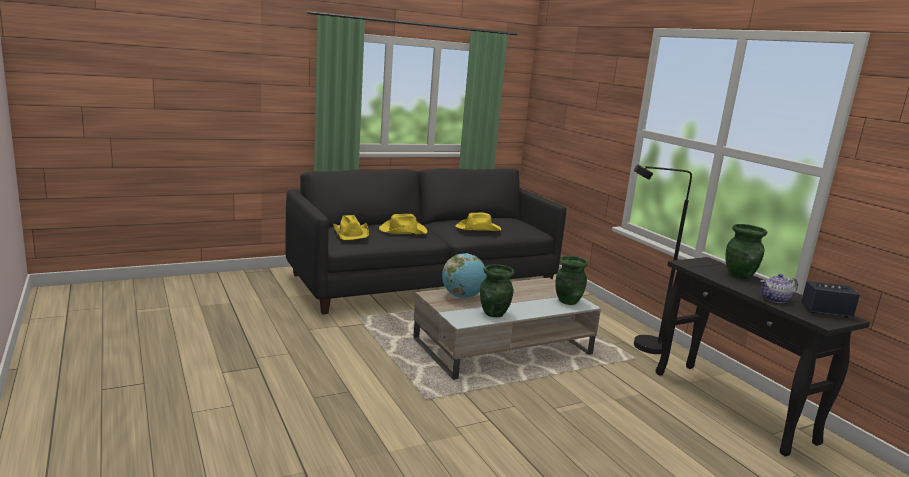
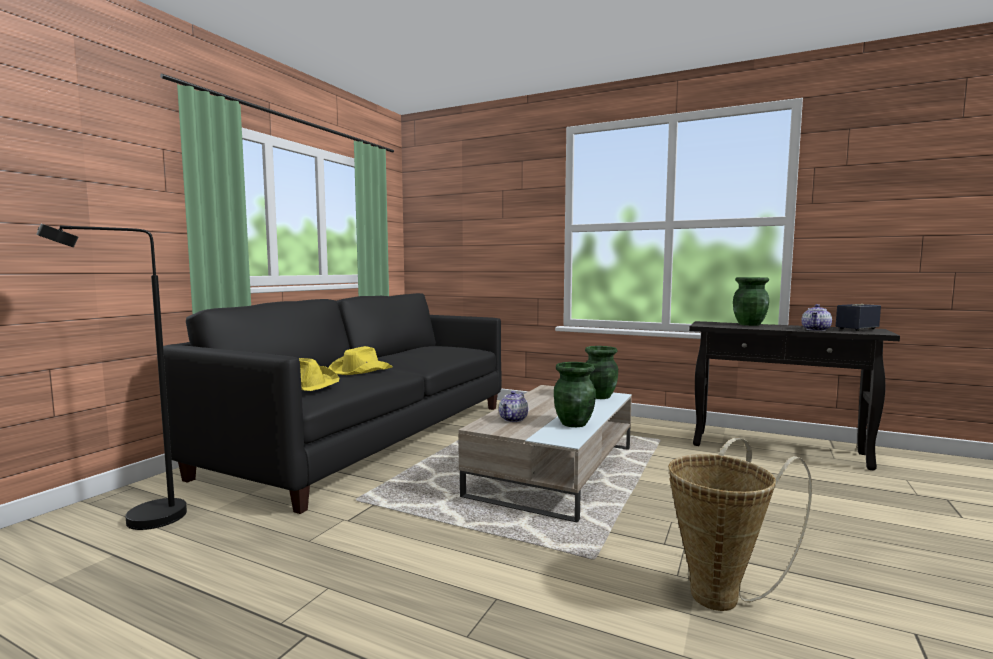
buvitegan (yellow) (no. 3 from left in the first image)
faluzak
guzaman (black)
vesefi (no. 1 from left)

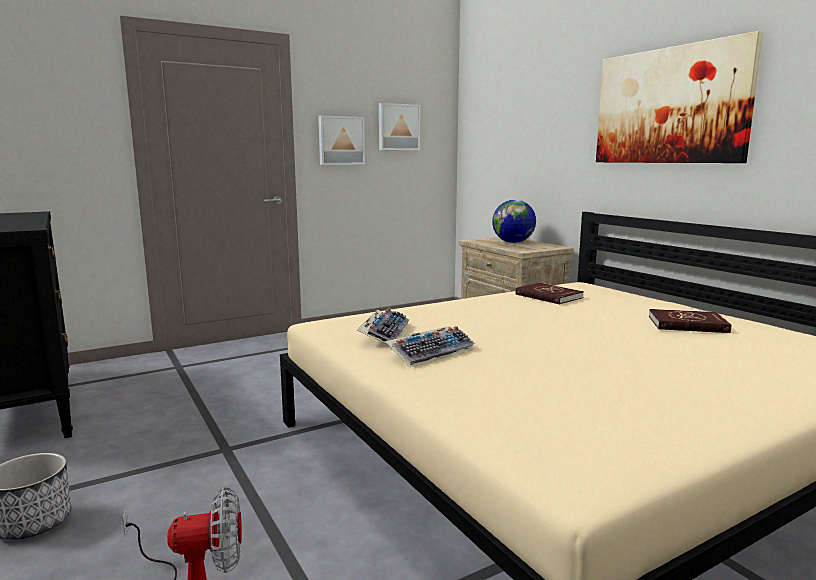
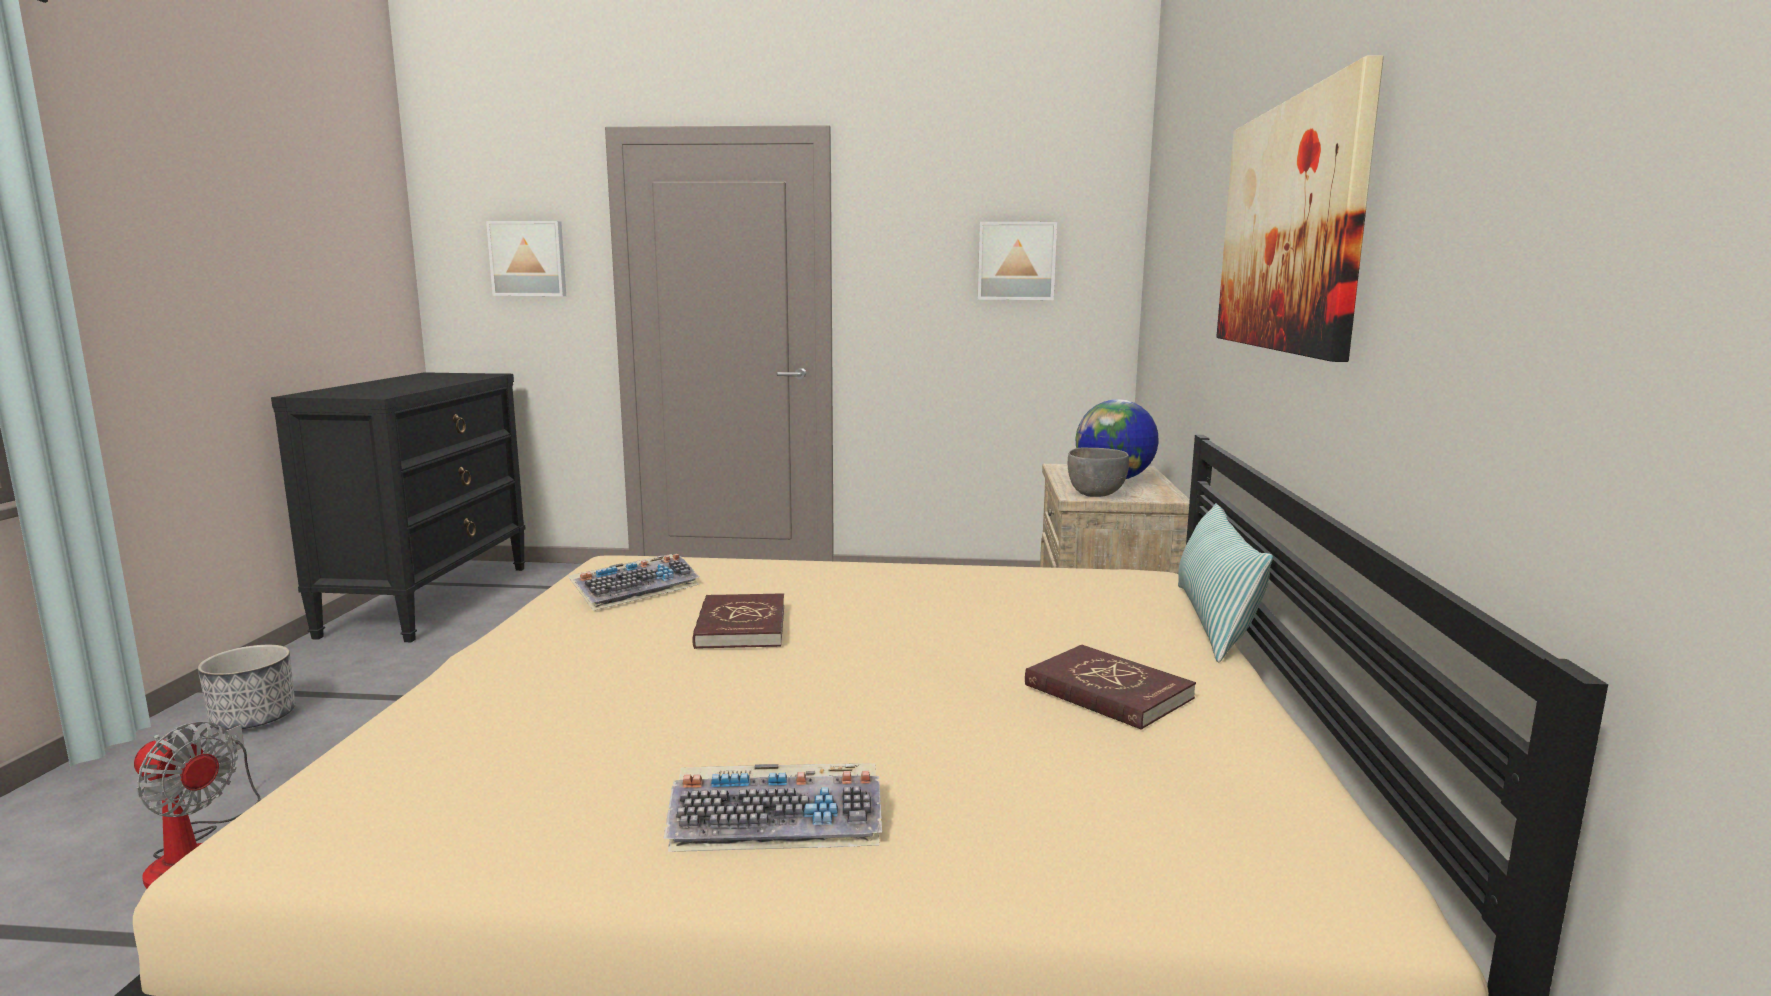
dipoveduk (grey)
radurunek
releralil (no. 1 from left)
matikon (no. 2 from left)
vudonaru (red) (no. 1 from left)

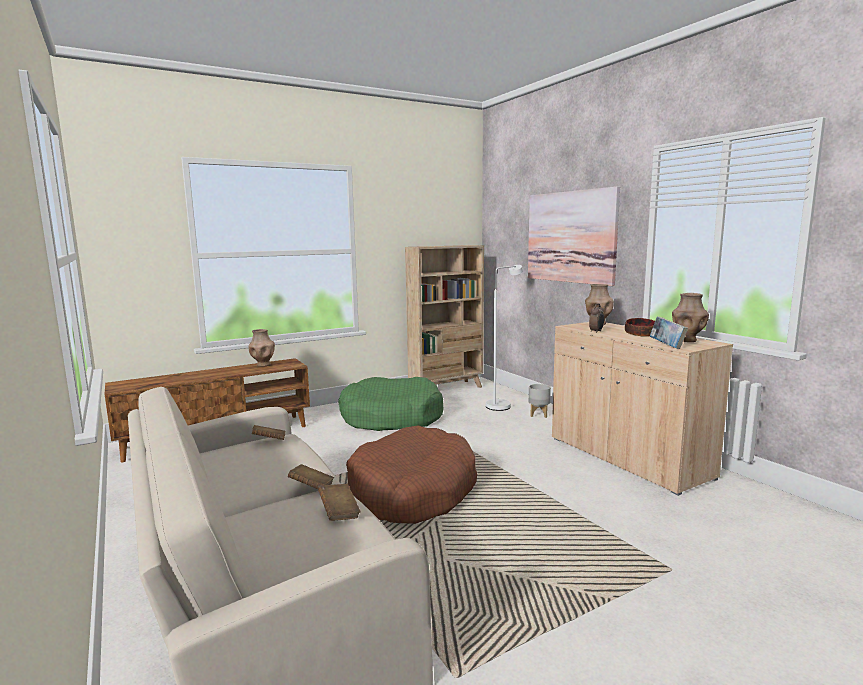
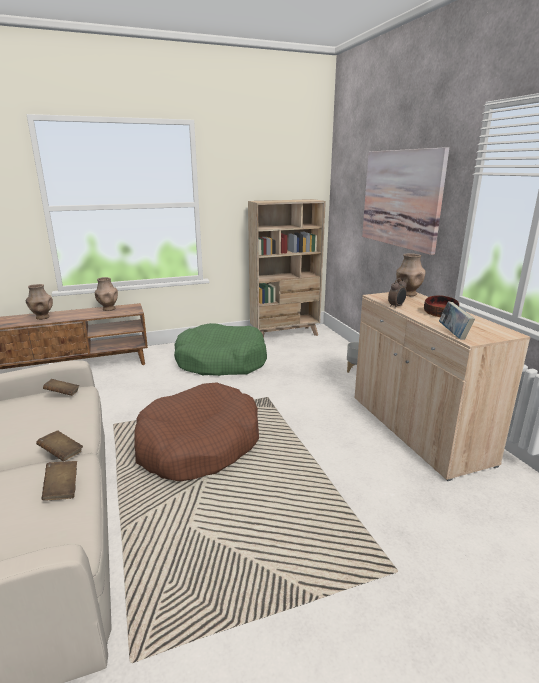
guzaman (white)
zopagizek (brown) (no. 1 from left)

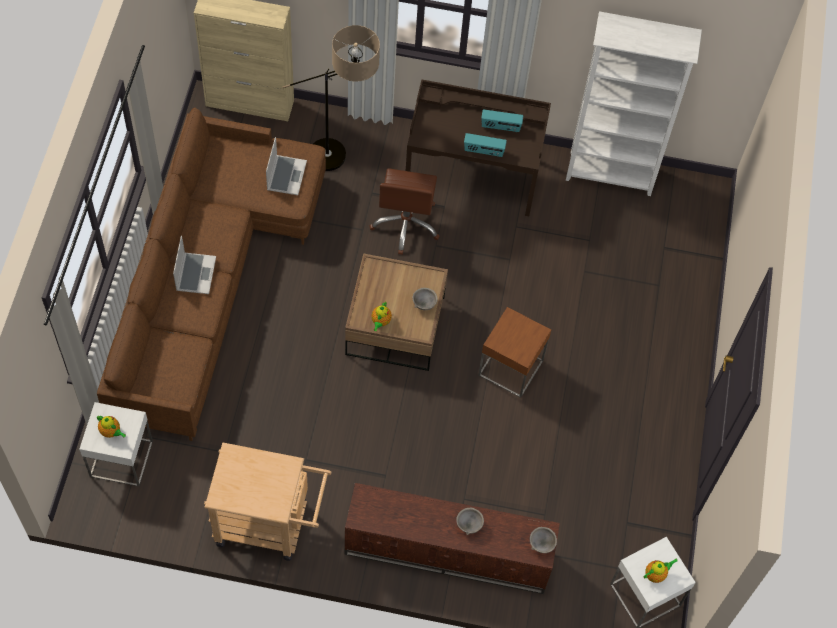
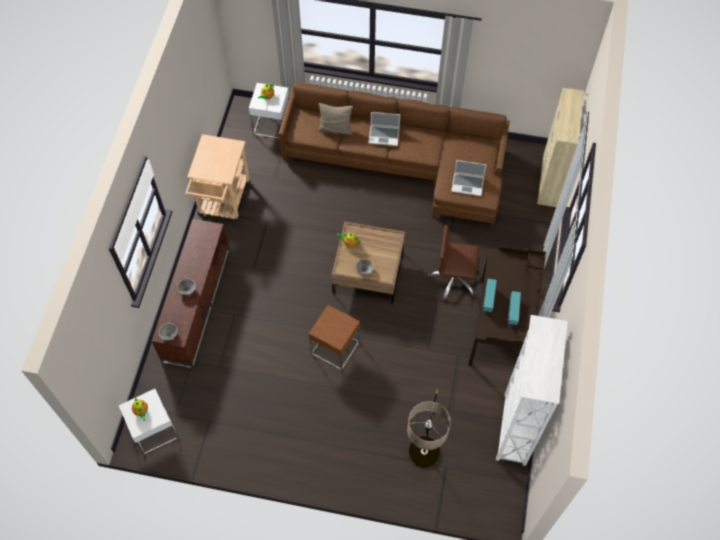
radurunek (beige)
guzaman

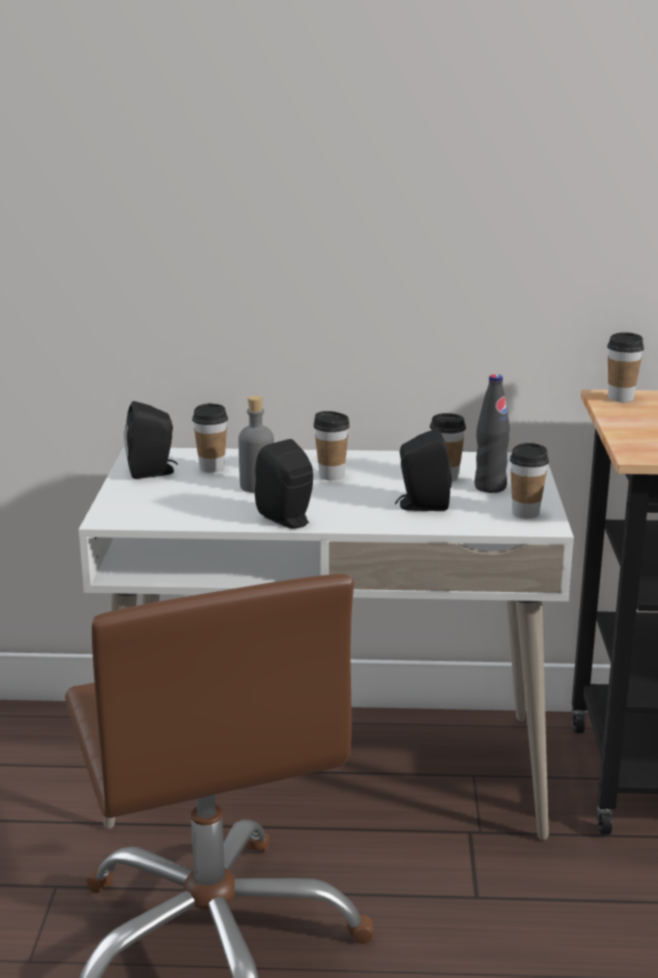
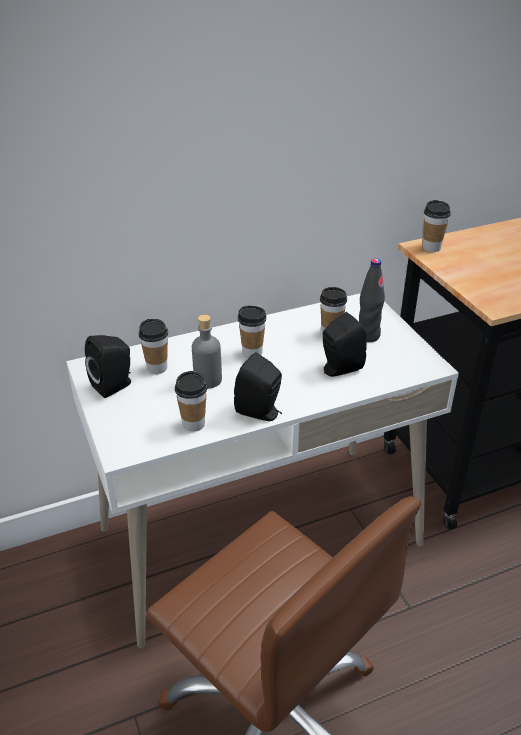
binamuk (no. 2 from left)

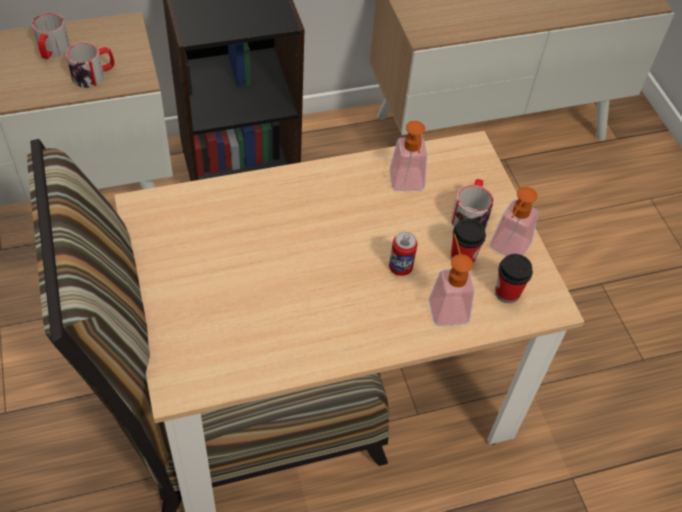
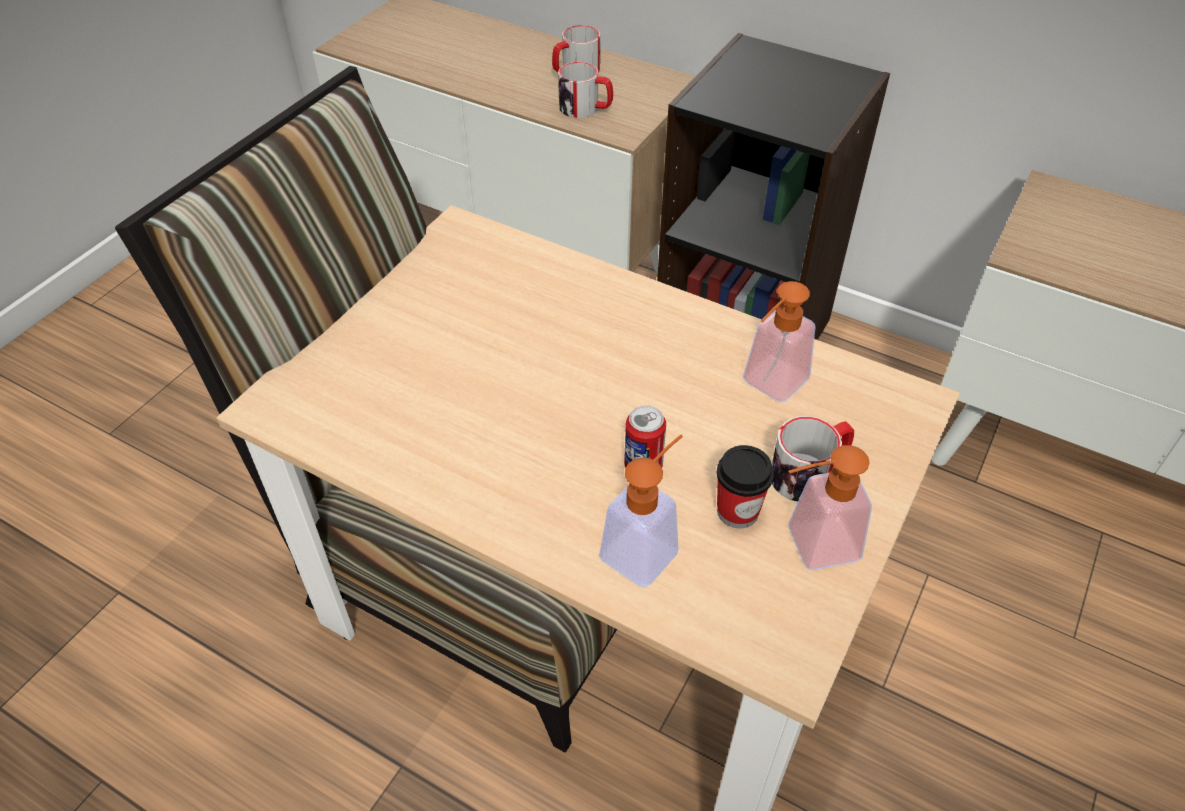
binamuk (no. 2 from left in the first image)

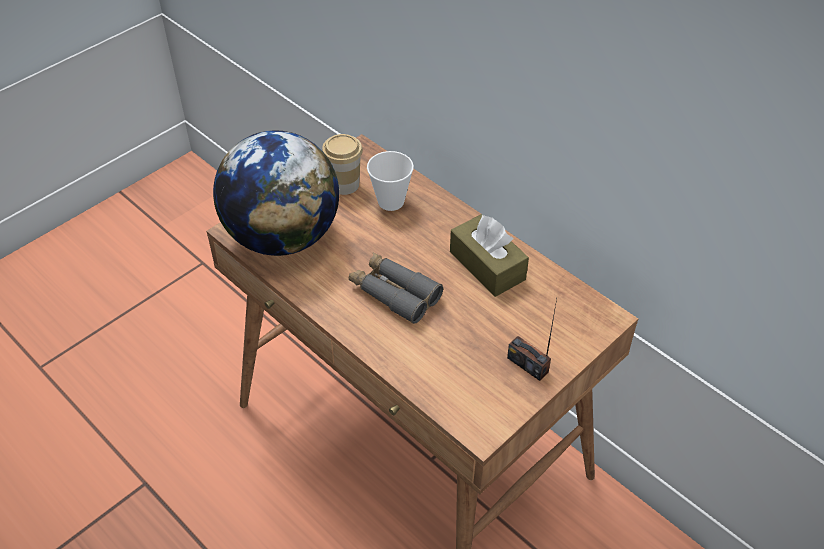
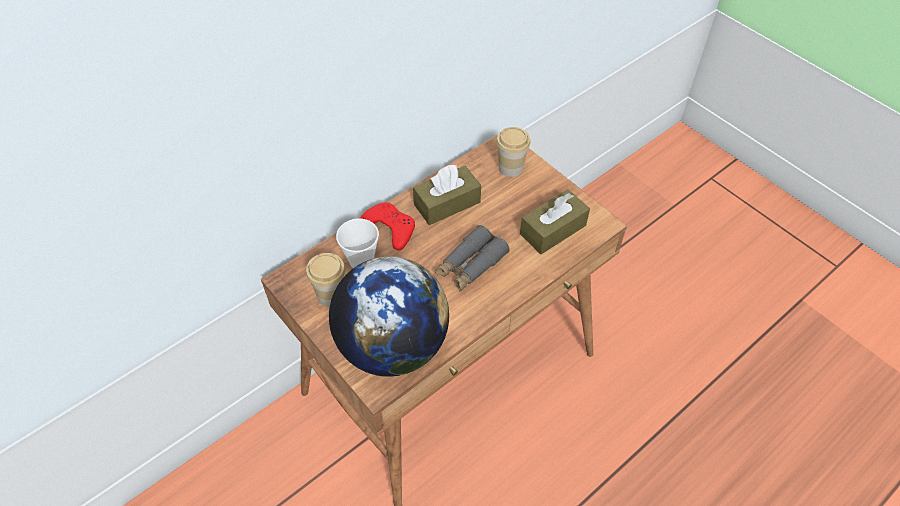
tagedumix
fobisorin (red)
binamuk (no. 3 from left)
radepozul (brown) (no. 2 from left)

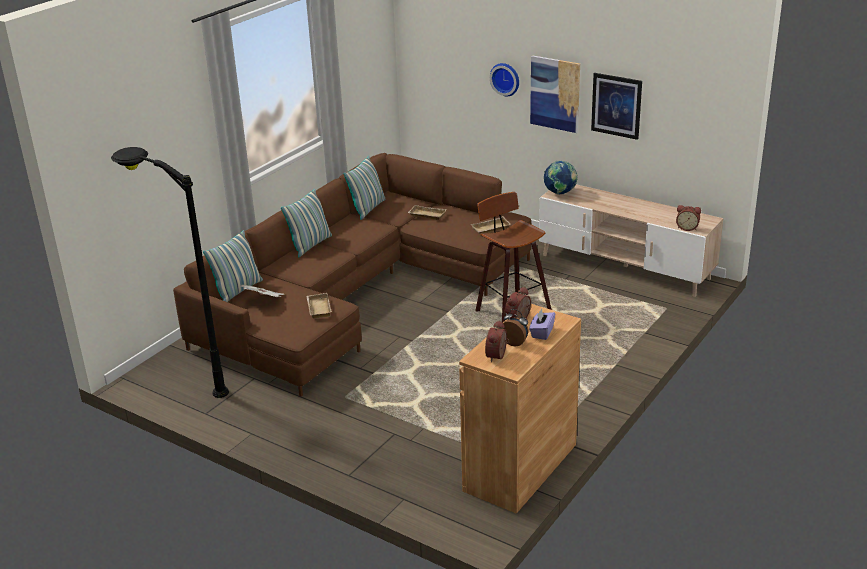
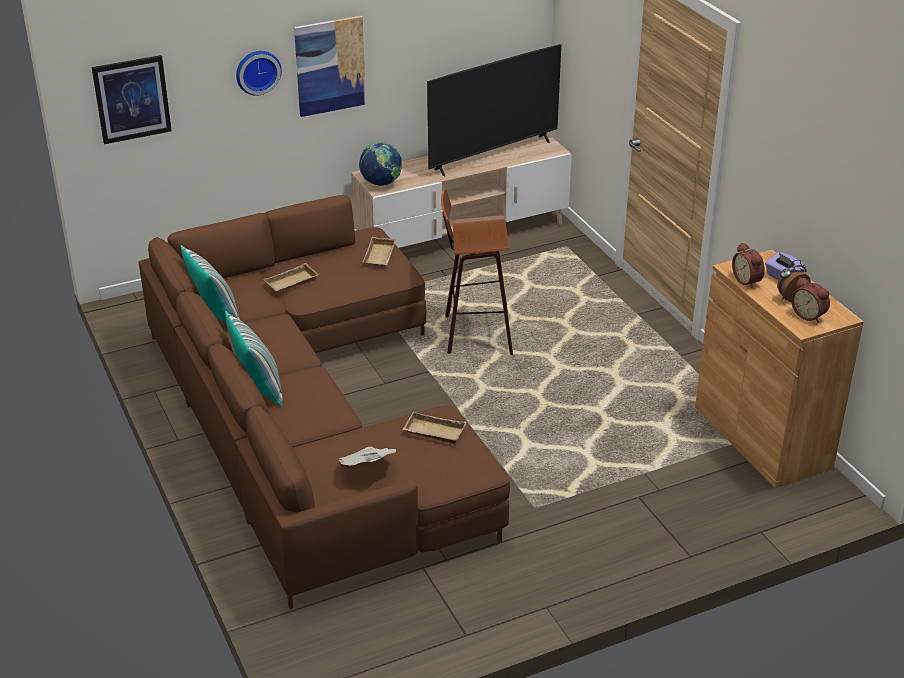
guzaman (black)
radurunek (no. 1 from left in the first image)
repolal (no. 4 from left in the first image)
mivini
releralil (no. 1 from left)

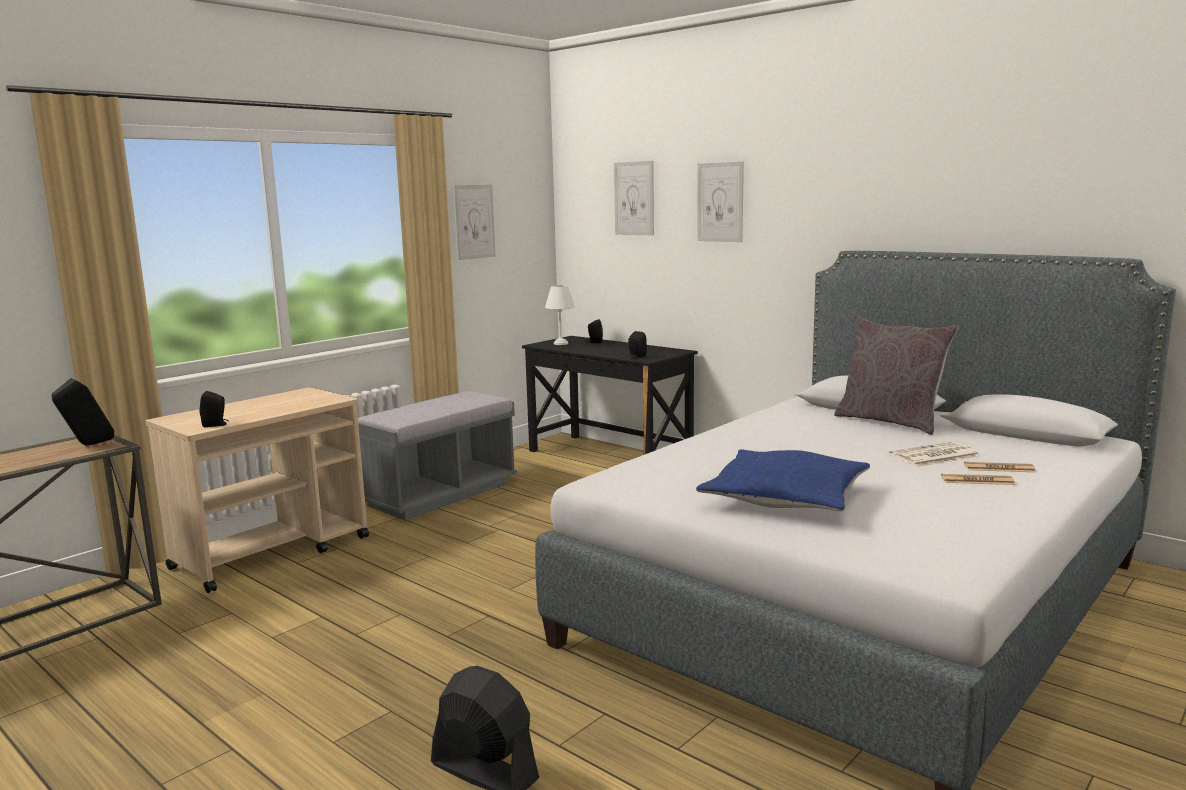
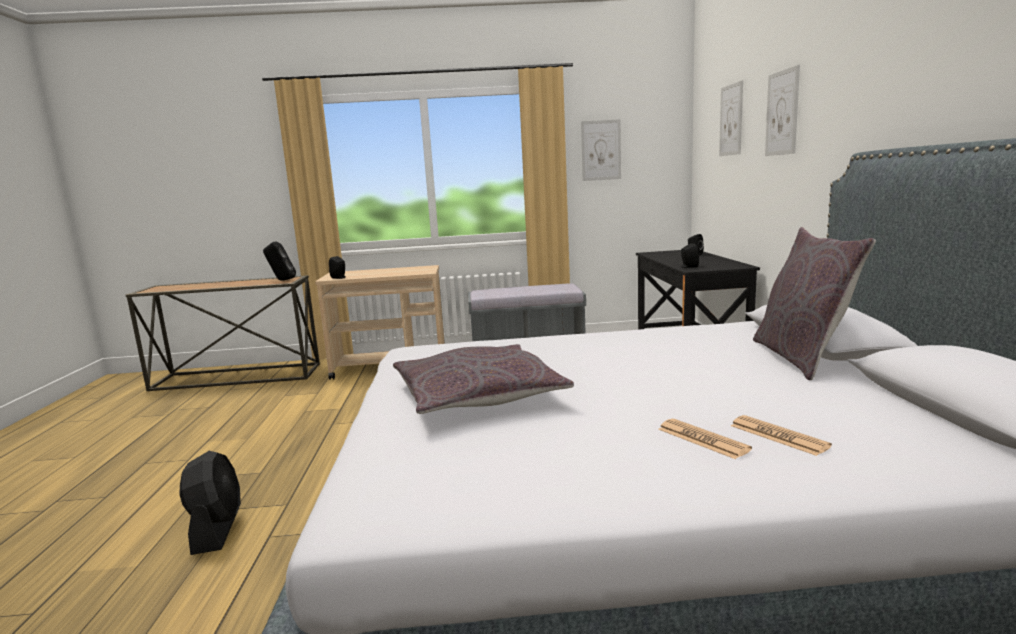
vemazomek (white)
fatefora (no. 1 from left in the first image)
radurunek (grey) (no. 1 from left)

